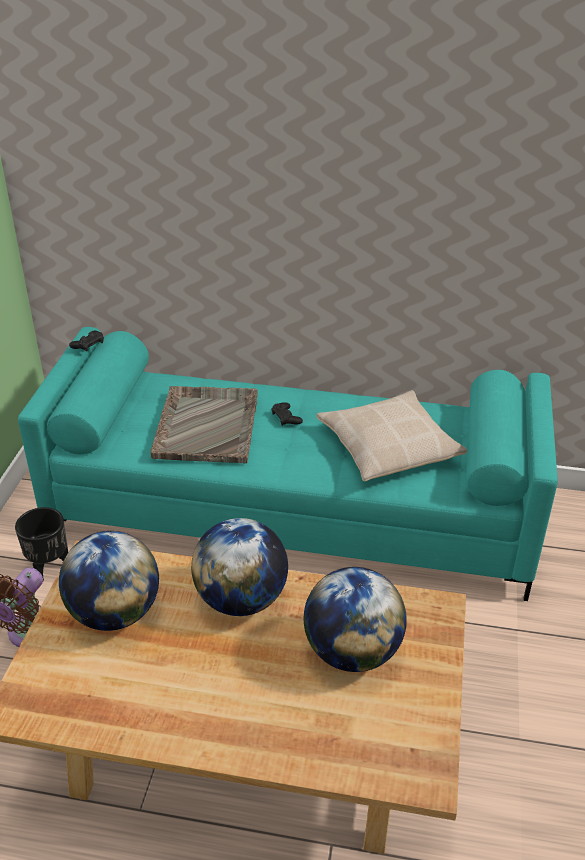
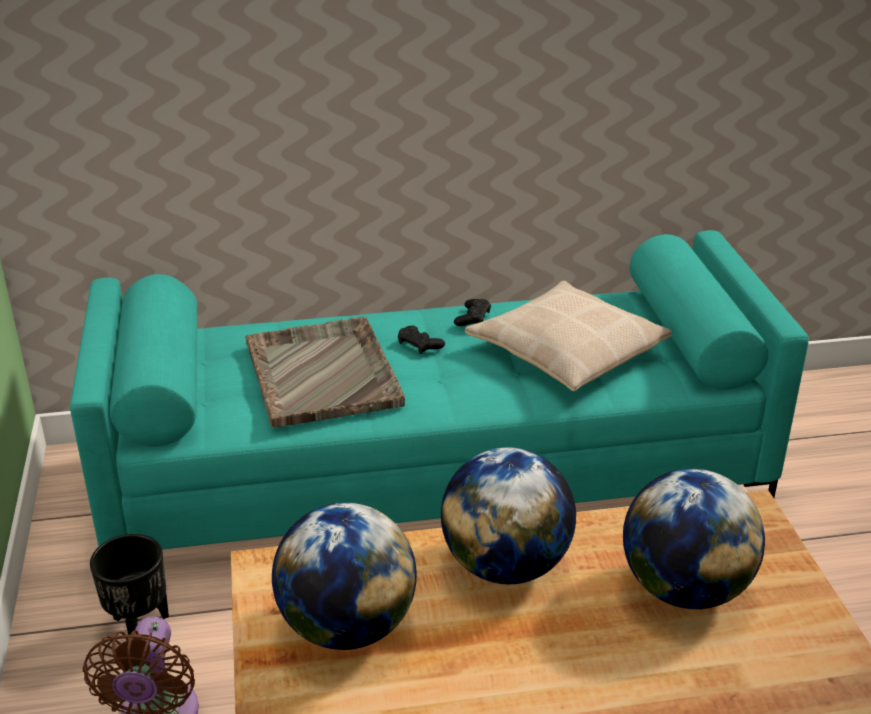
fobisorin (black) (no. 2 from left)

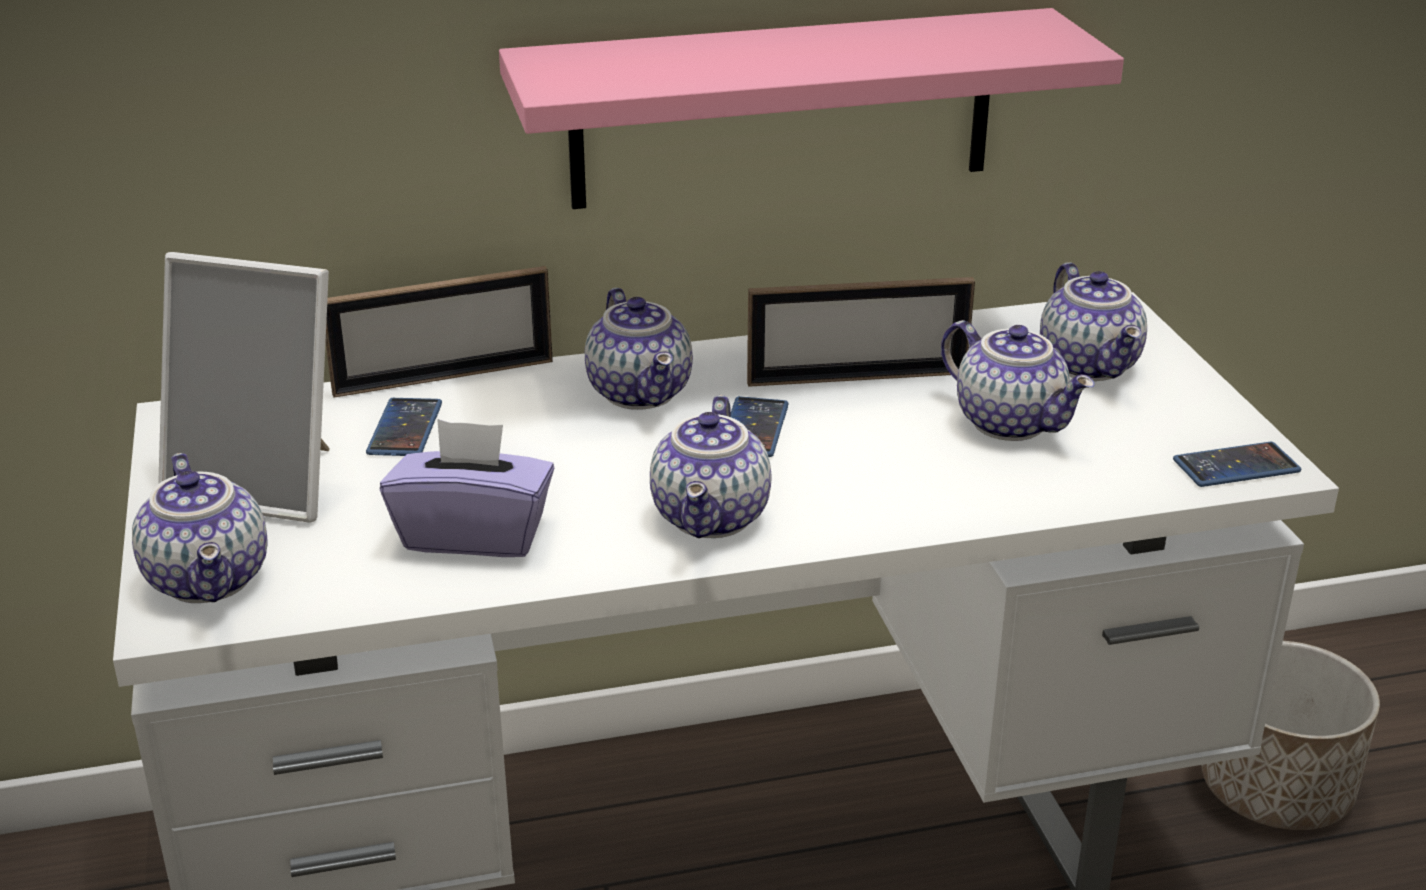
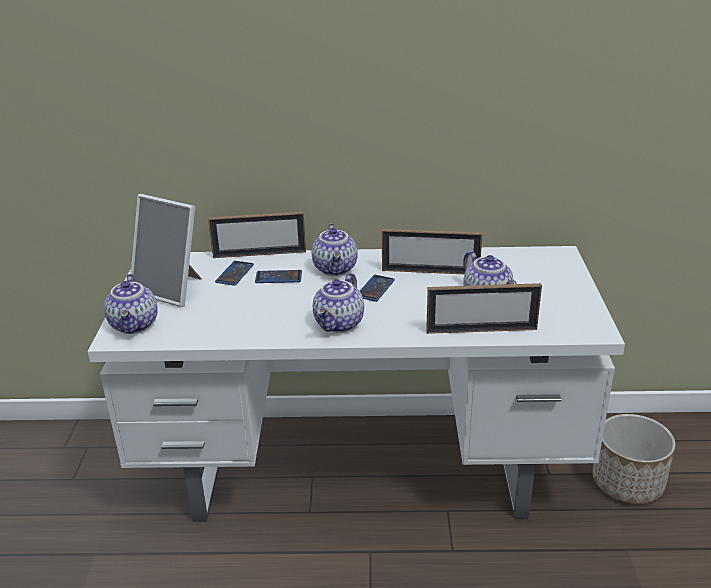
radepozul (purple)
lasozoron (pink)
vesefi (no. 5 from left in the first image)
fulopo (no. 4 from left)
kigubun (no. 2 from left)

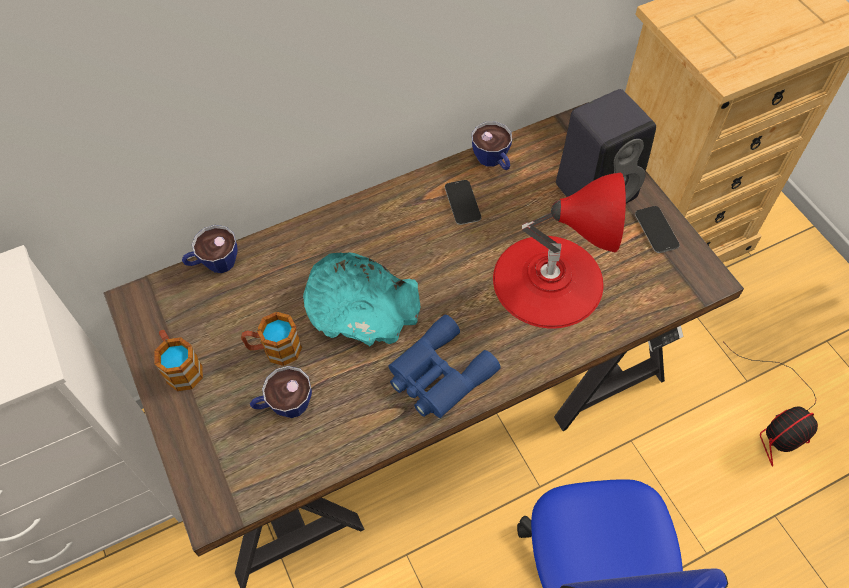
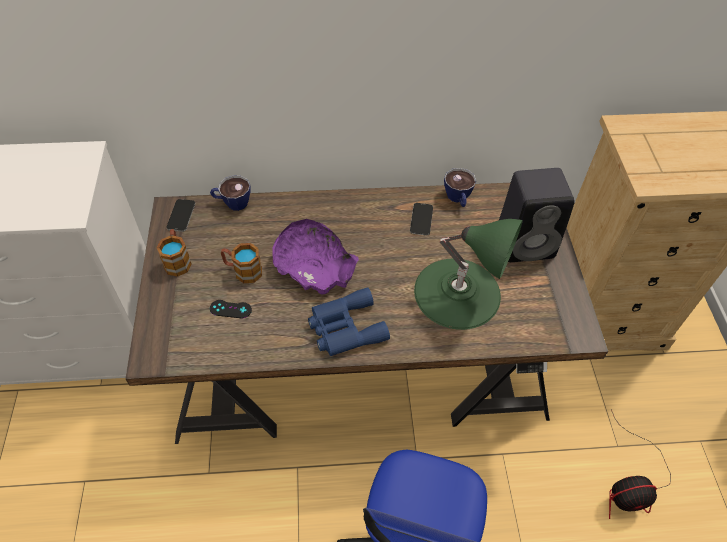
kigubun (no. 1 from left)
fobisorin (black)
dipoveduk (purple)
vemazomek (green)

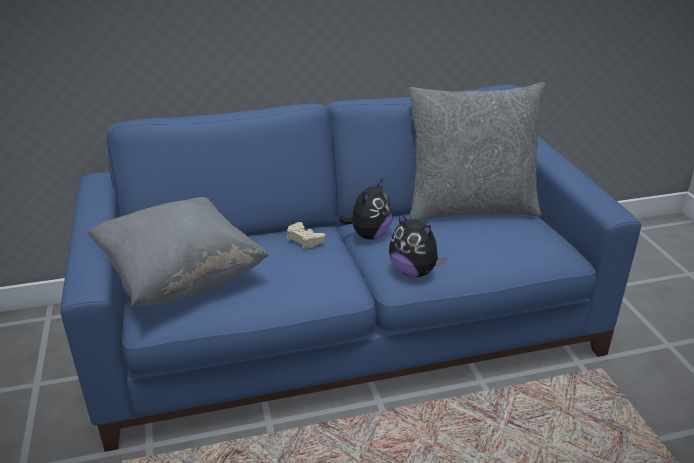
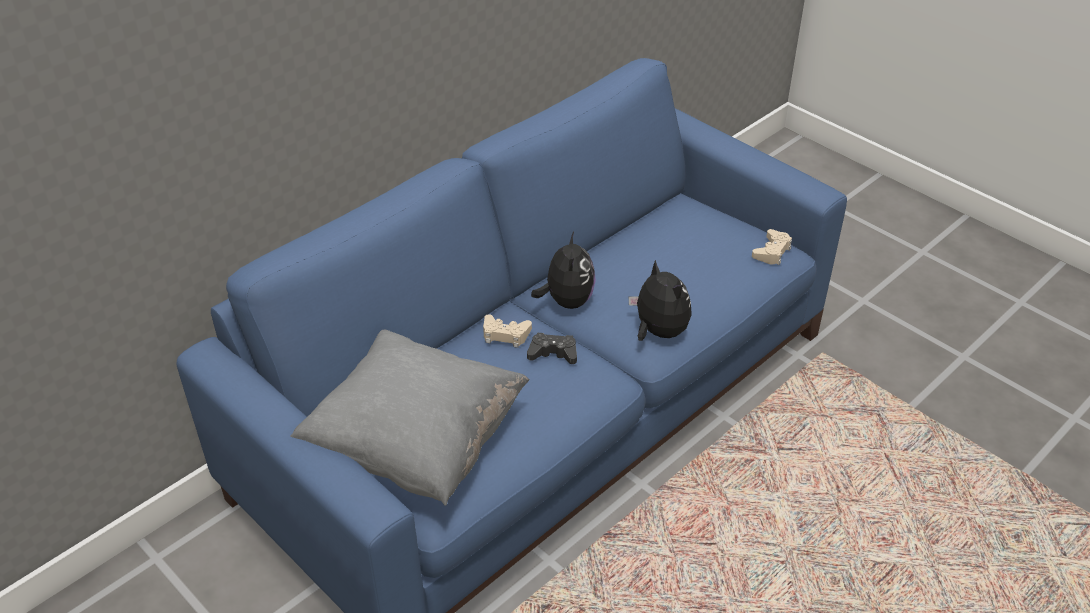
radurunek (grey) (no. 2 from left in the first image)
fobisorin (black)
fobisorin (beige) (no. 2 from left)
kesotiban (no. 2 from left)

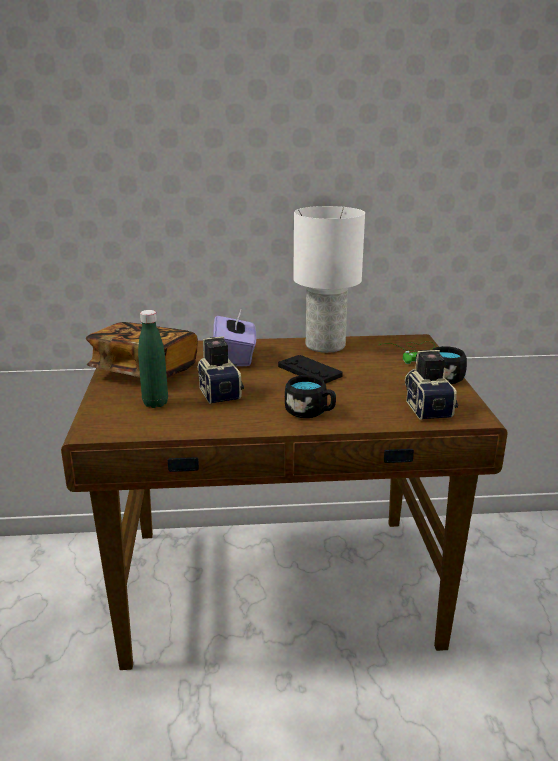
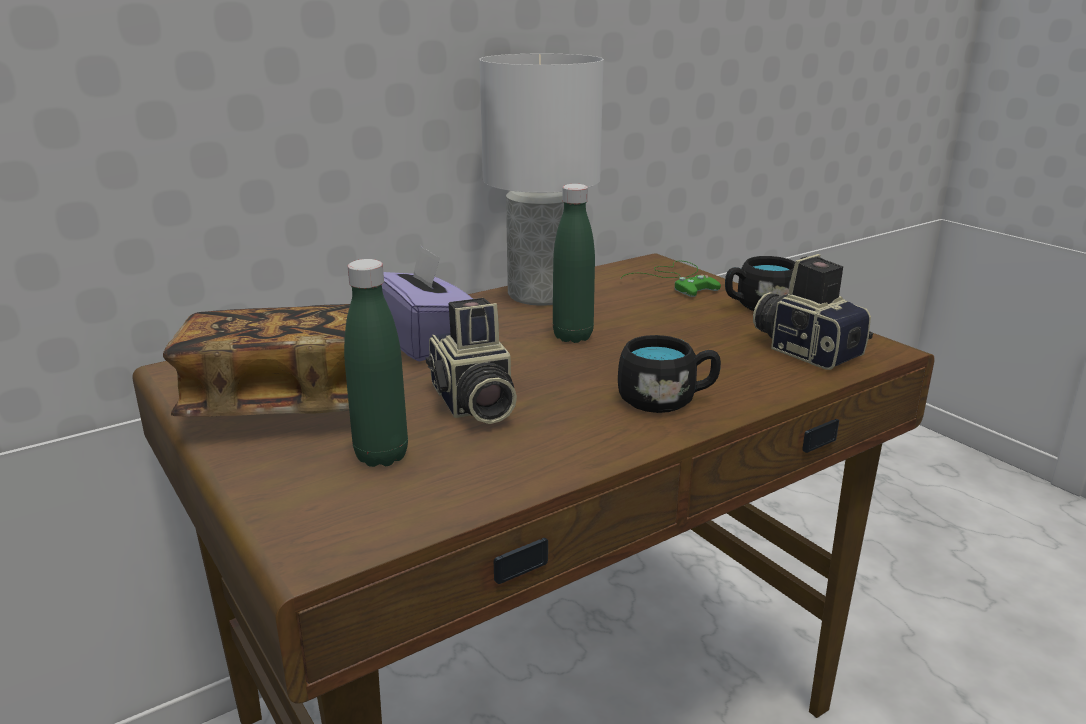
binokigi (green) (no. 2 from left)
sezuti (no. 1 from left)

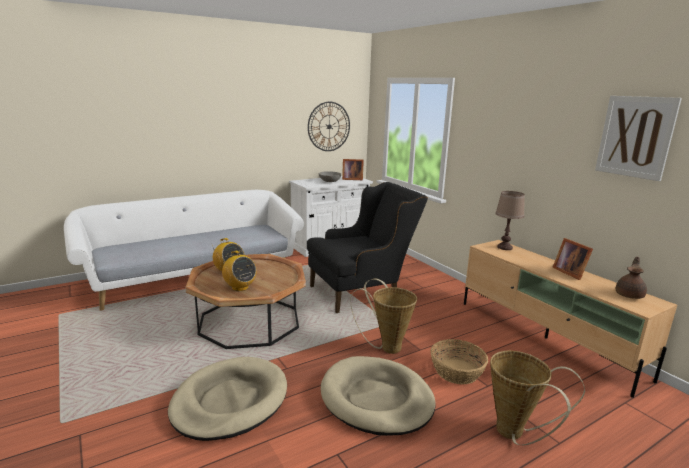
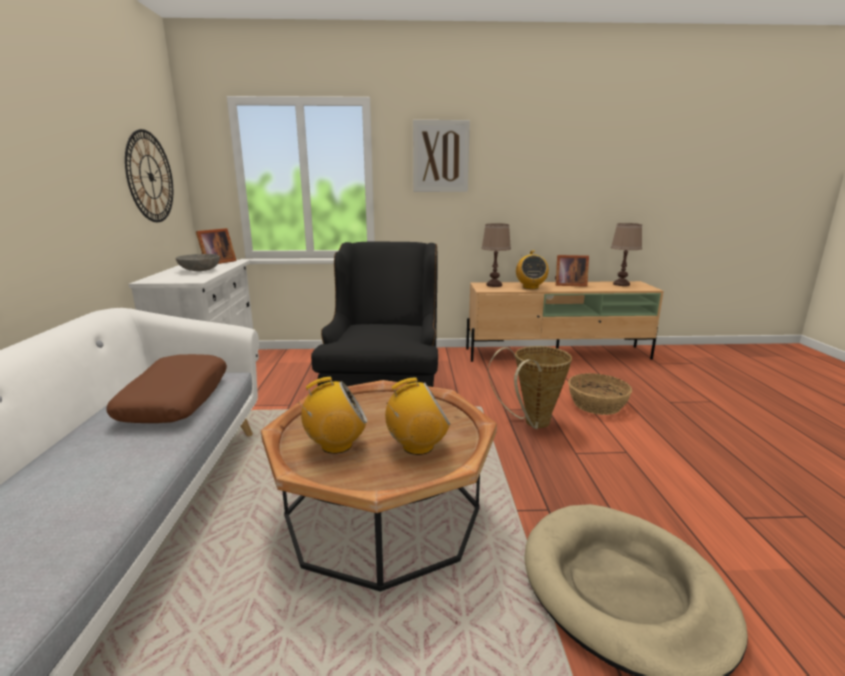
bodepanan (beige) (no. 2 from left in the first image)
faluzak (no. 3 from left in the first image)
radurunek (brown)
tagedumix (no. 3 from left)
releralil
vemazomek (brown) (no. 2 from left)

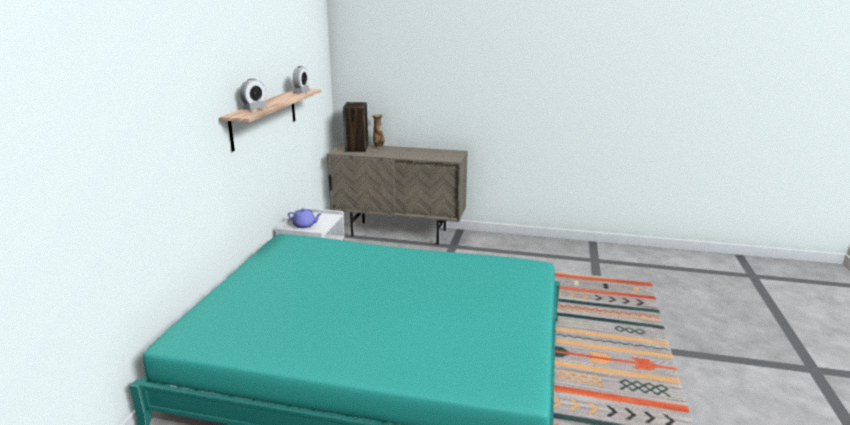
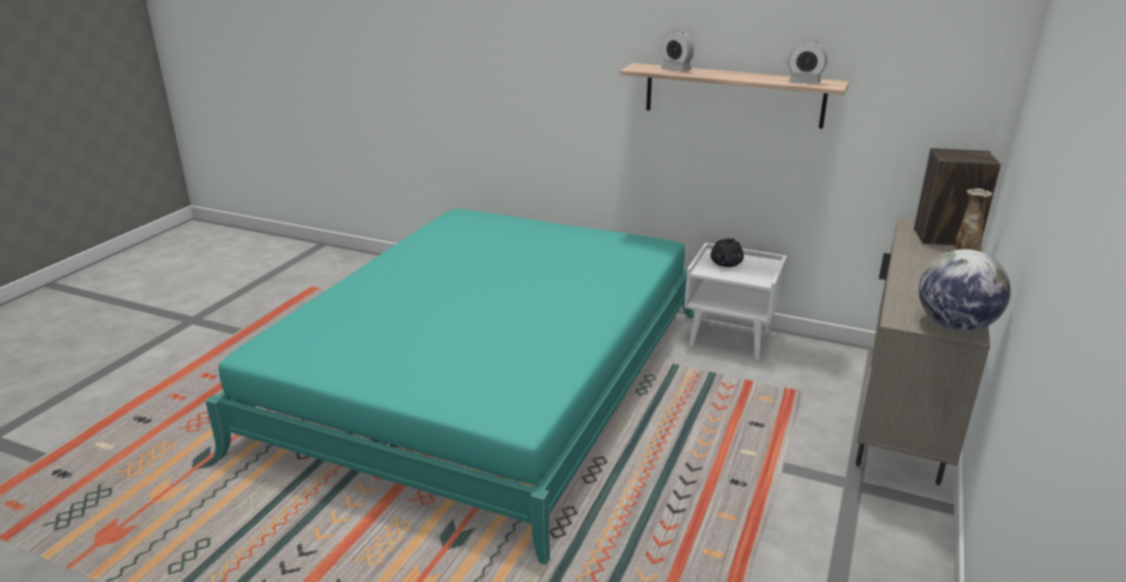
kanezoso
vesefi (black)

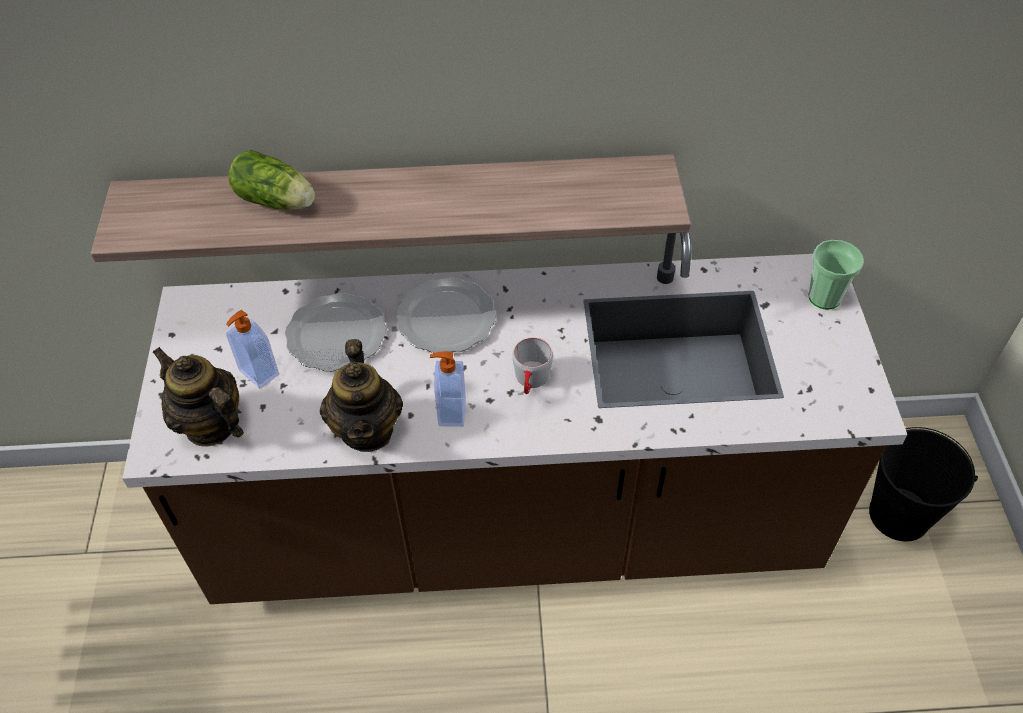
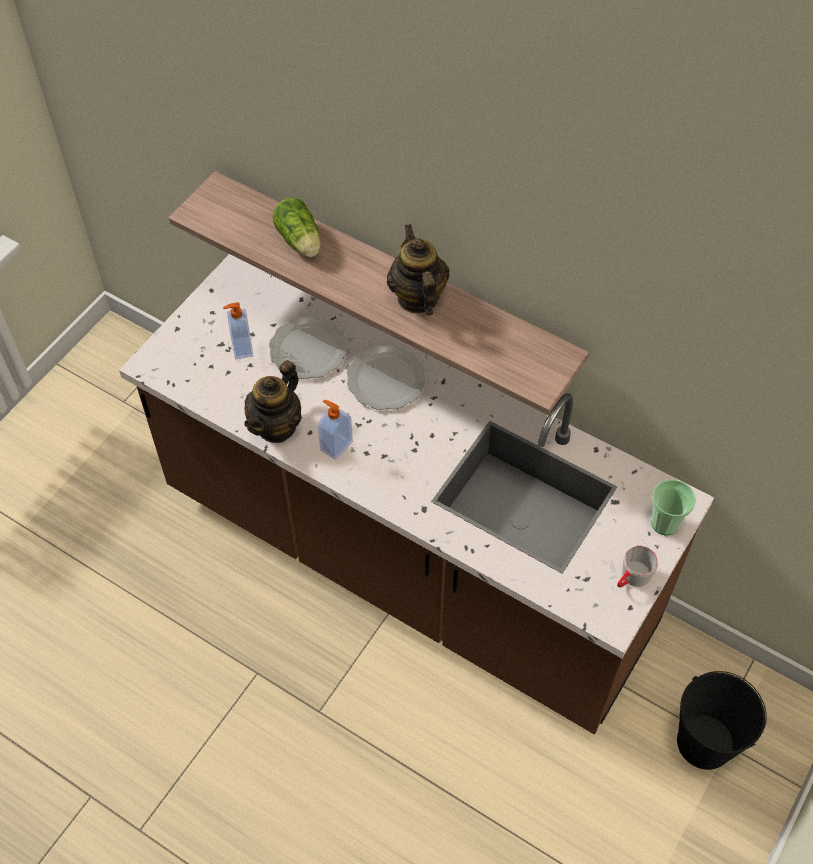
vesefi (no. 2 from left)
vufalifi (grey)

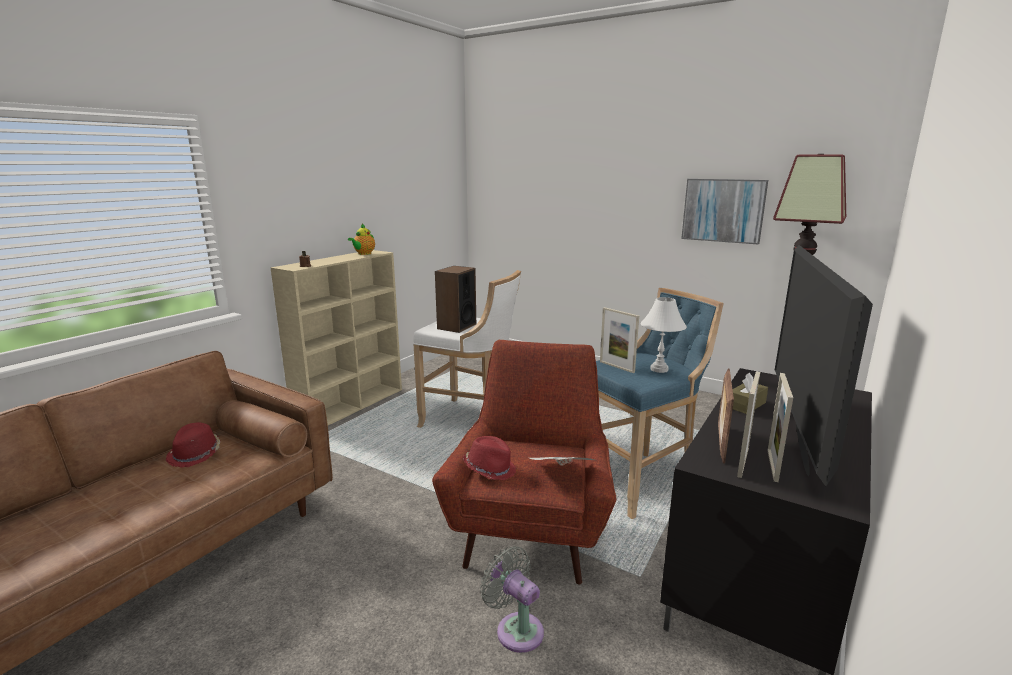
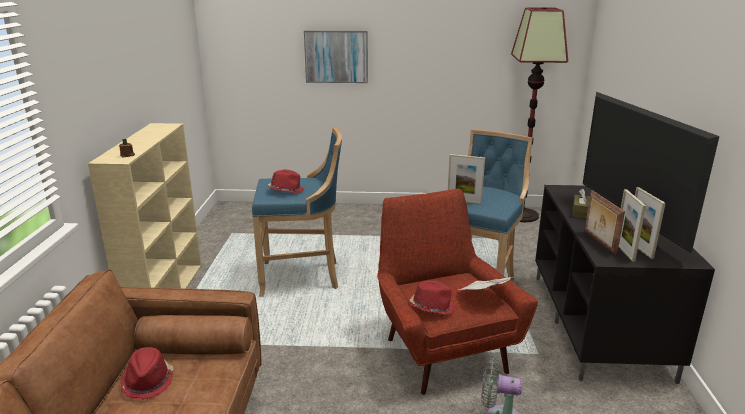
vesefi
vemazomek (white)
releralil
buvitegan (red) (no. 2 from left)
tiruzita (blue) (no. 1 from left)

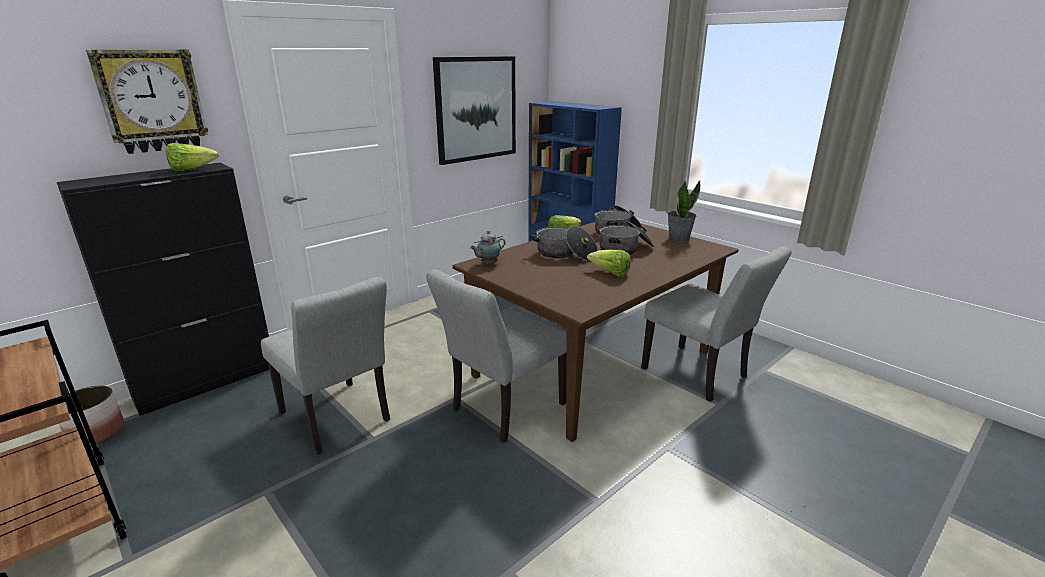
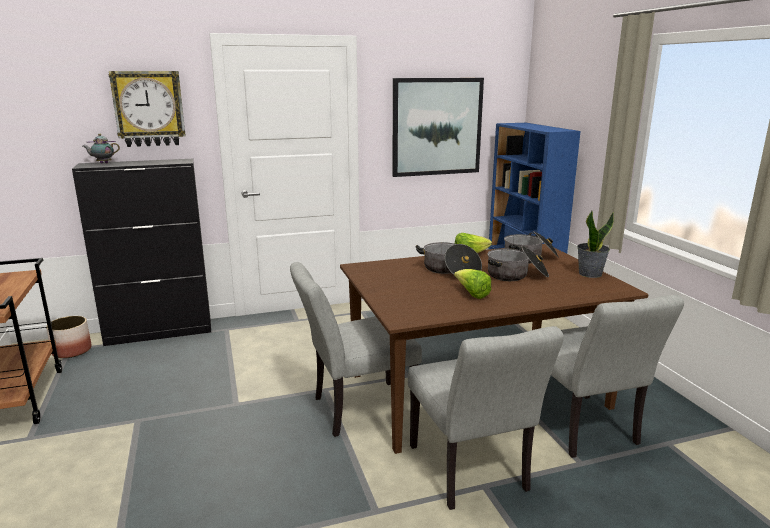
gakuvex (no. 1 from left in the first image)
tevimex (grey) (no. 2 from left)
vesefi

